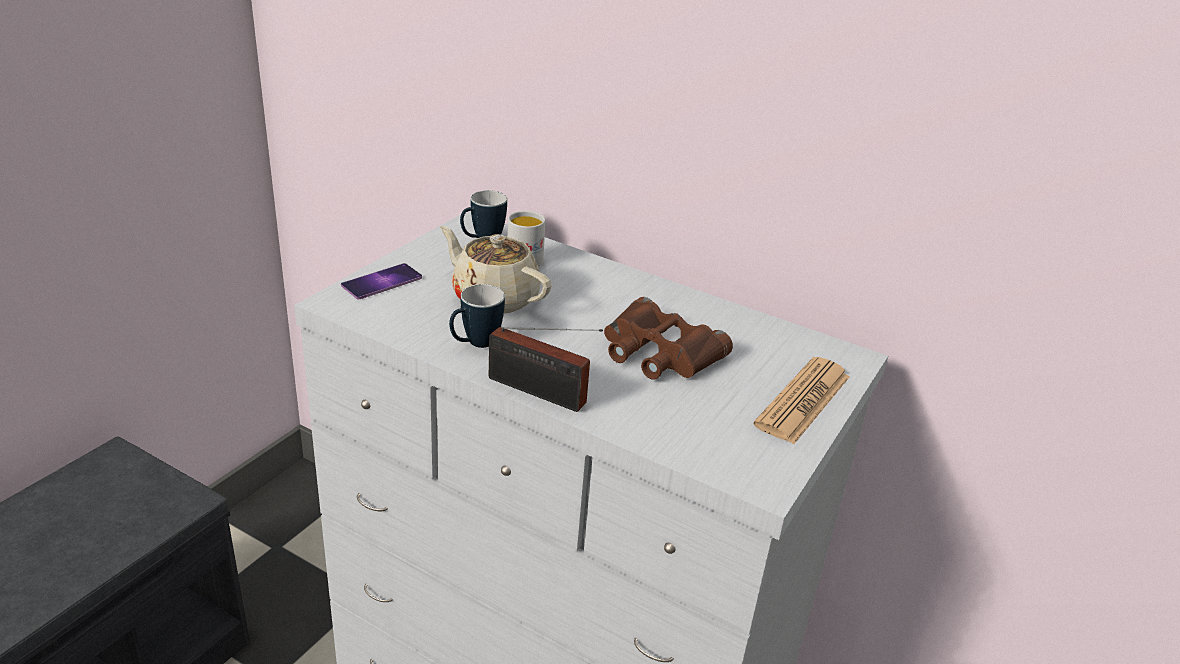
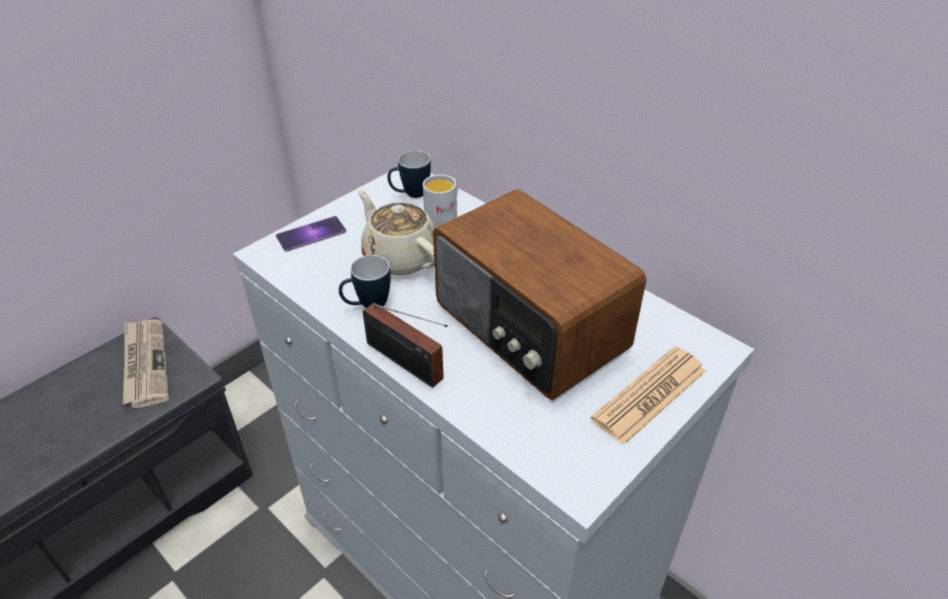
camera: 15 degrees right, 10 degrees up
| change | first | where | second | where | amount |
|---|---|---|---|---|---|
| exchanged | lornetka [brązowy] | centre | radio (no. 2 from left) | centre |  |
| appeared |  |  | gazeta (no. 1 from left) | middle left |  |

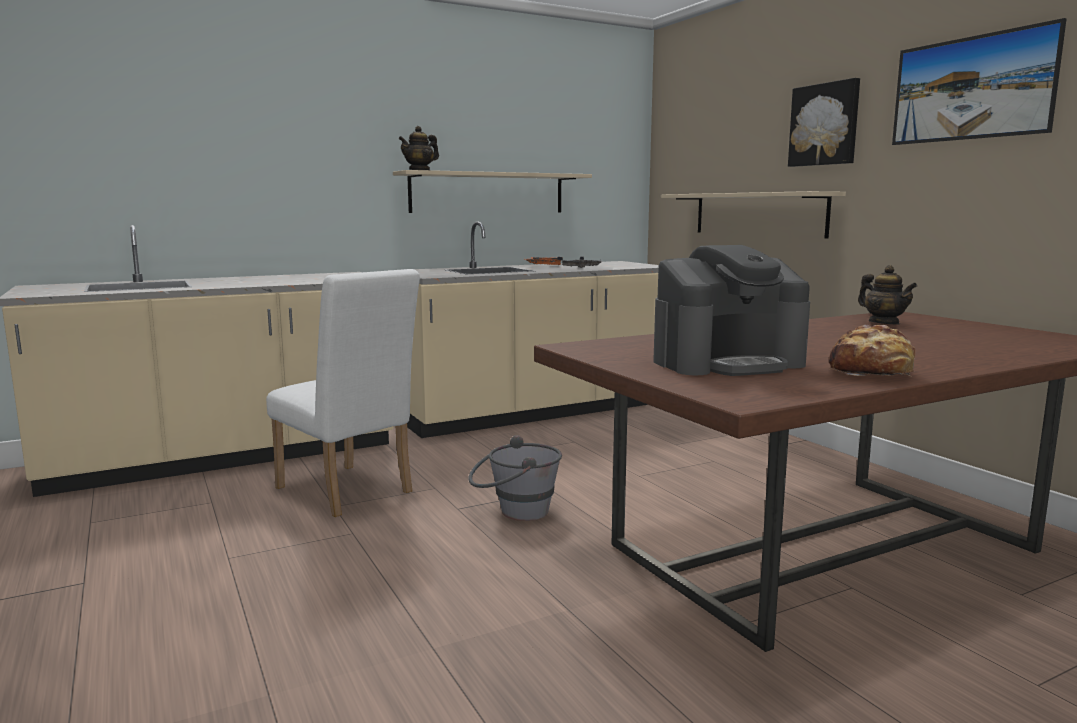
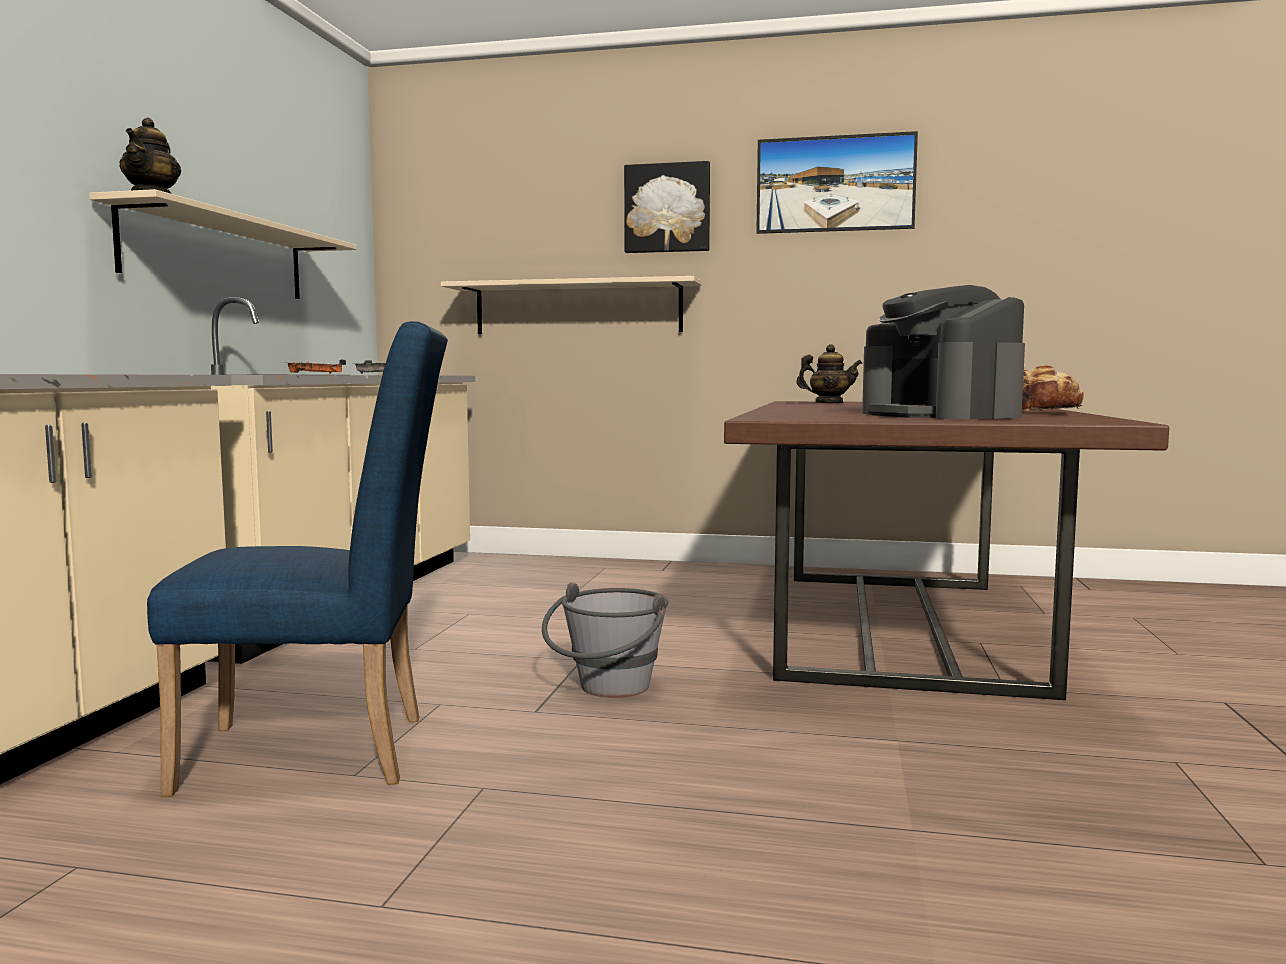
camera: 50 degrees left, 5 degrees down
| change | first | where | second | where | amount |
|---|---|---|---|---|---|
| spun | ekspres do kawy | middle right |  | middle right | 135 degrees clockwise |
| colour | krzesło [biały] | middle left | krzesło [niebieski] | middle left |  |

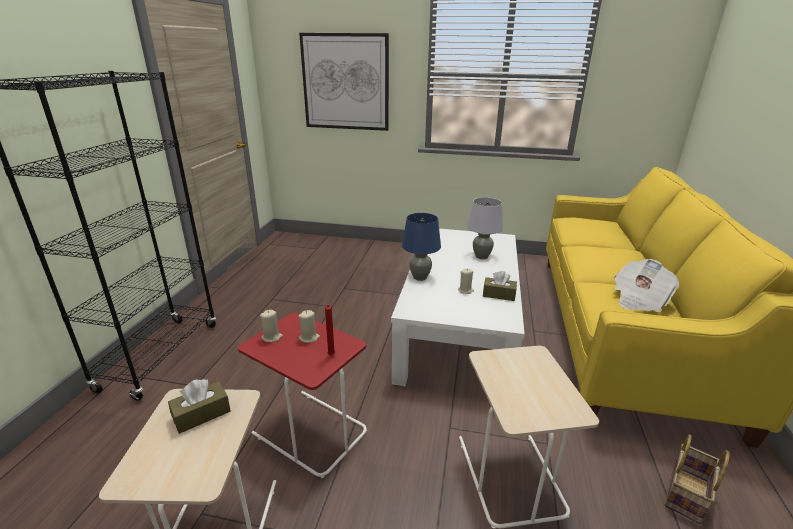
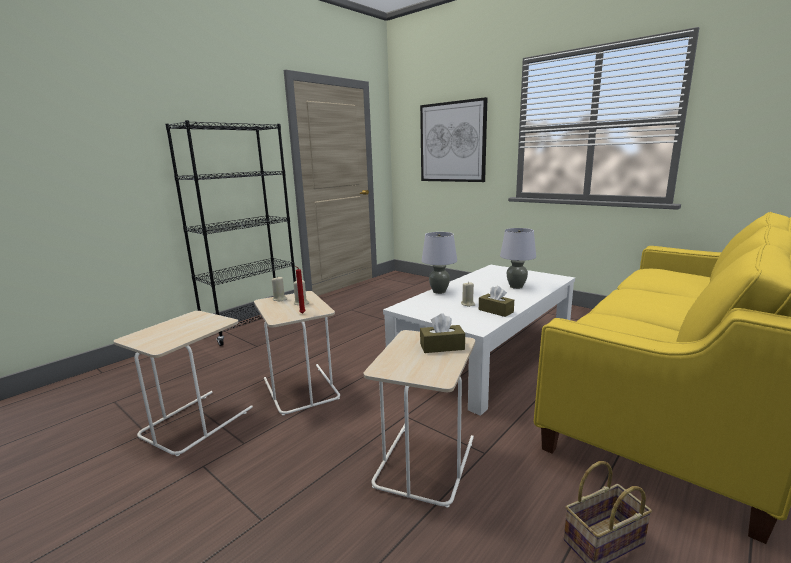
camera: 30 degrees right, 10 degrees down
| change | first | where | second | where | amount |
|---|---|---|---|---|---|
| colour | lampa stołowa [niebieski] | centre | lampa stołowa [szary] (no. 1 from left) | centre |  |
| missing | gazeta | middle right |  |  |  |
| colour | stolik [czerwony] | bottom centre | stolik [beżowy] (no. 2 from left) | centre |  |
| relocated | pudełko chusteczek [brązowy] (no. 1 from left) | bottom left |  | centre |  |

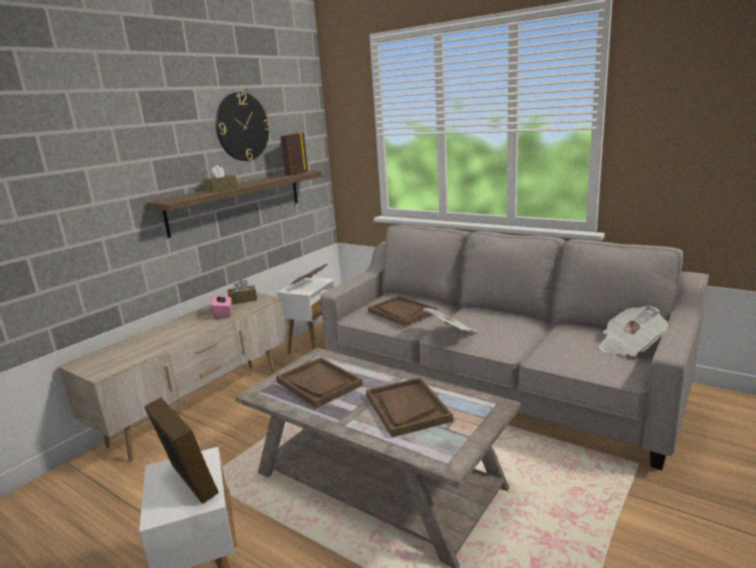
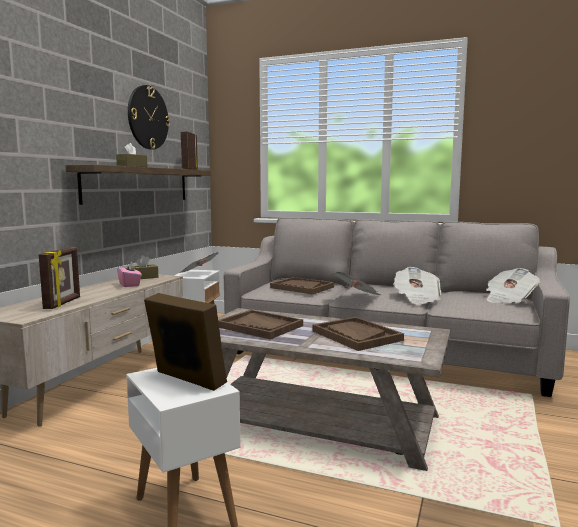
camera: 15 degrees left, 10 degrees down
| change | first | where | second | where | amount |
|---|---|---|---|---|---|
| appeared |  |  | ramka na zdjęcie (no. 1 from left) | middle left |  |
| appeared |  |  | gazeta (no. 3 from left) | middle right |  |

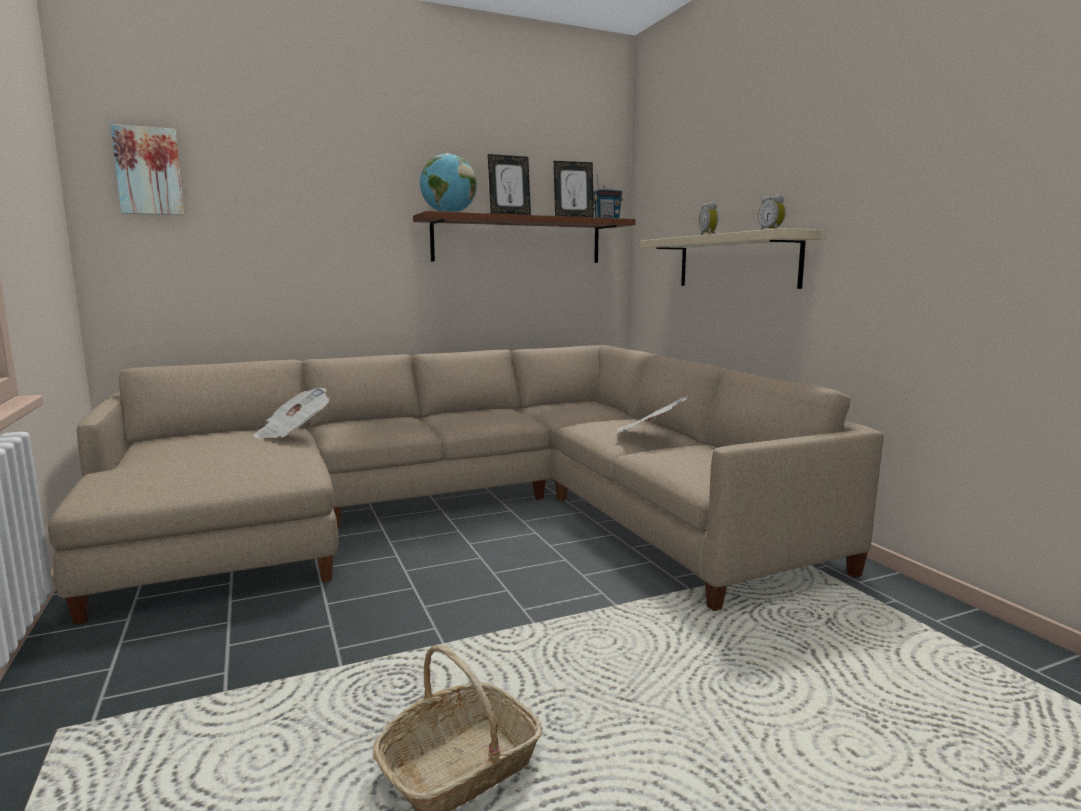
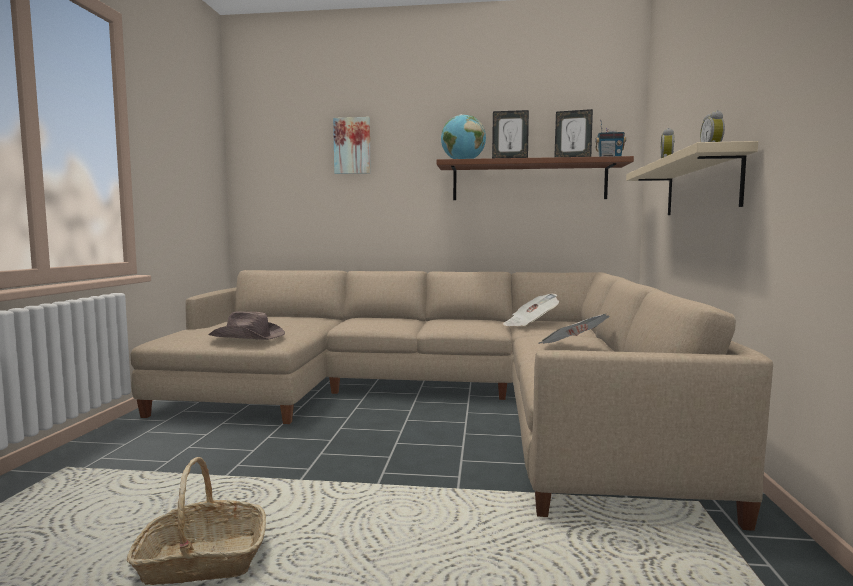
camera: 30 degrees right, 5 degrees down
| change | first | where | second | where | amount |
|---|---|---|---|---|---|
| relocated | obraz | top left |  | top centre |  |
| relocated | gazeta (no. 1 from left) | middle left |  | centre |  |
| appeared |  |  | kapelusz [brązowy] | middle left |  |

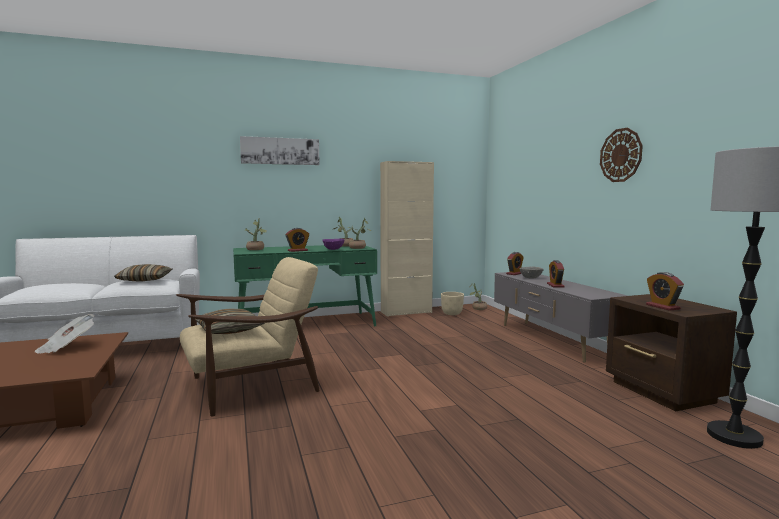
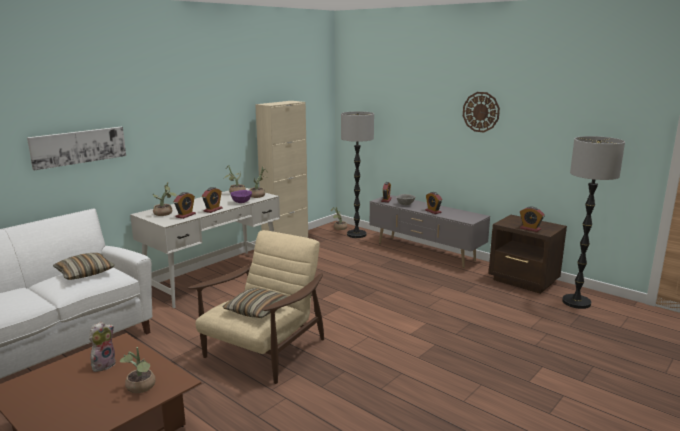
camera: 30 degrees left, 10 degrees up
| change | first | where | second | where | amount |
|---|---|---|---|---|---|
| relocated | obraz | top centre |  | middle left |  |
| colour | biurko [zielony] | centre | biurko [biały] | middle left |  |
| missing | donica [beżowy] | centre |  |  |  |
| exchanged | gazeta | middle left | pluszak | bottom left |  |
| appeared |  |  | lampa stojąca (no. 1 from left) | centre |  |
| appeared |  |  | budzik (no. 1 from left) | middle left |  |
| appeared |  |  | roślina doniczkowa (no. 1 from left) | bottom left |  |

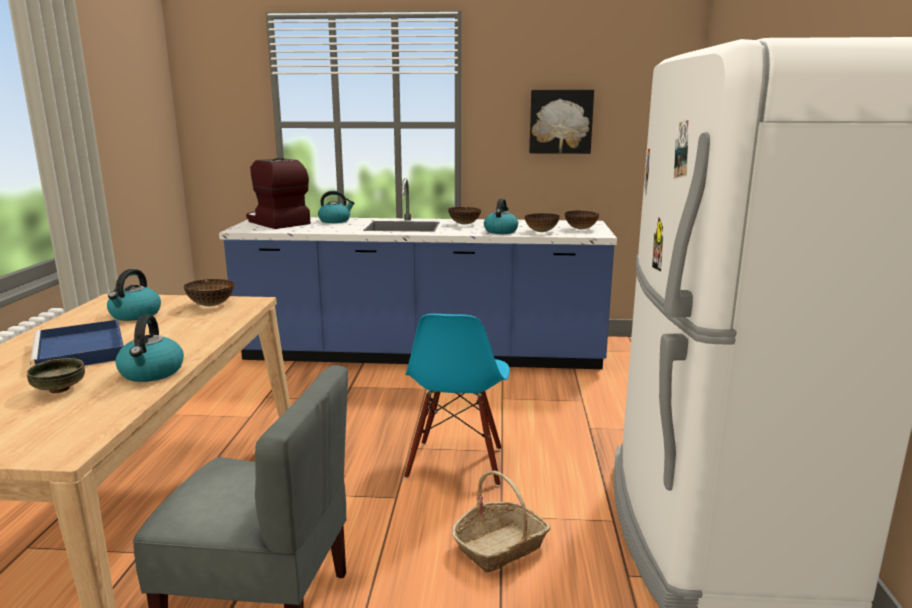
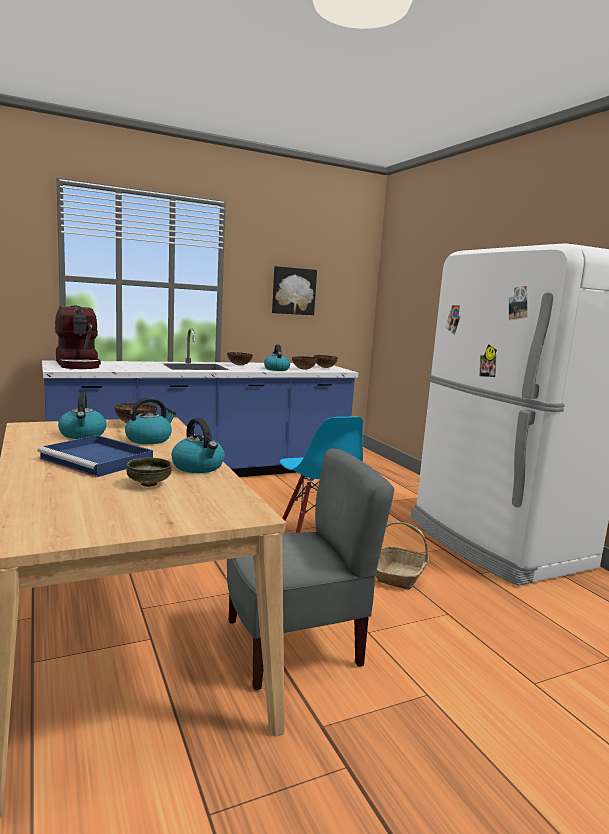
camera: 30 degrees left, 5 degrees down
| change | first | where | second | where | amount |
|---|---|---|---|---|---|
| spun | ekspres do kawy | top left |  | middle left | 135 degrees counterclockwise |
| relocated | czajnik (no. 3 from left in the first image) | centre | czajnik (no. 2 from left) | middle left |  |

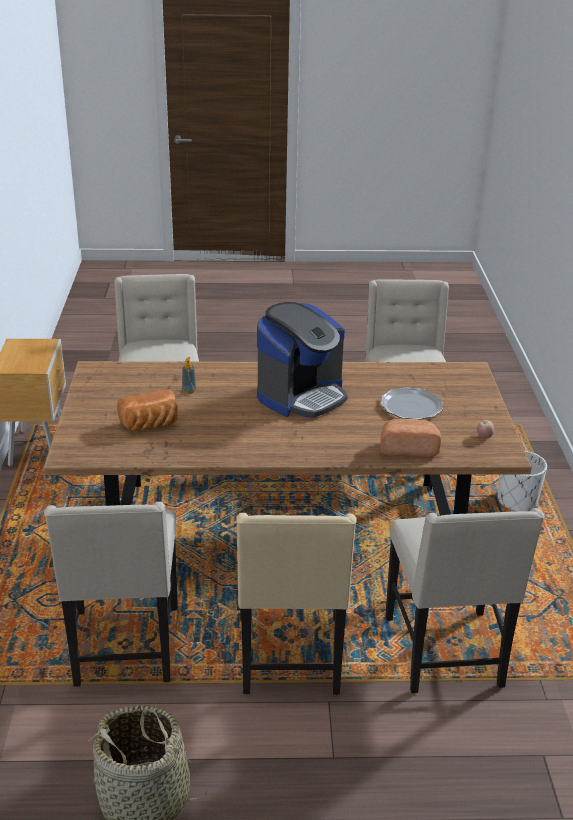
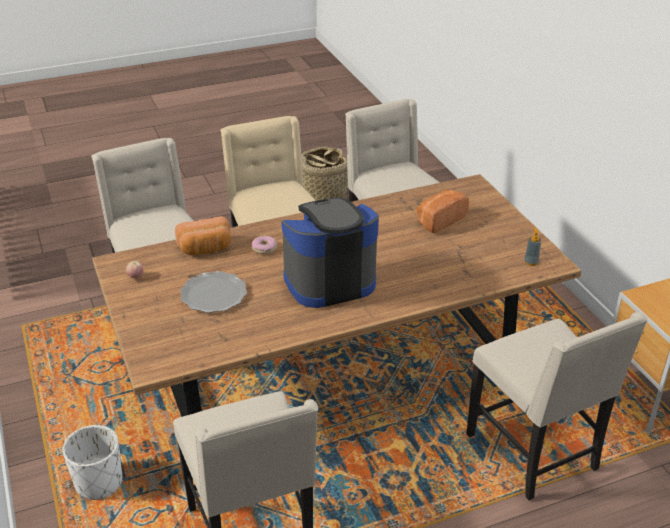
camera: 160 degrees right, 5 degrees up
| change | first | where | second | where | amount |
|---|---|---|---|---|---|
| spun | ekspres do kawy | centre |  | centre | 45 degrees clockwise |
| relocated | dozownik mydła | middle left |  | middle right |  |
| appeared |  |  | donut | centre |  |

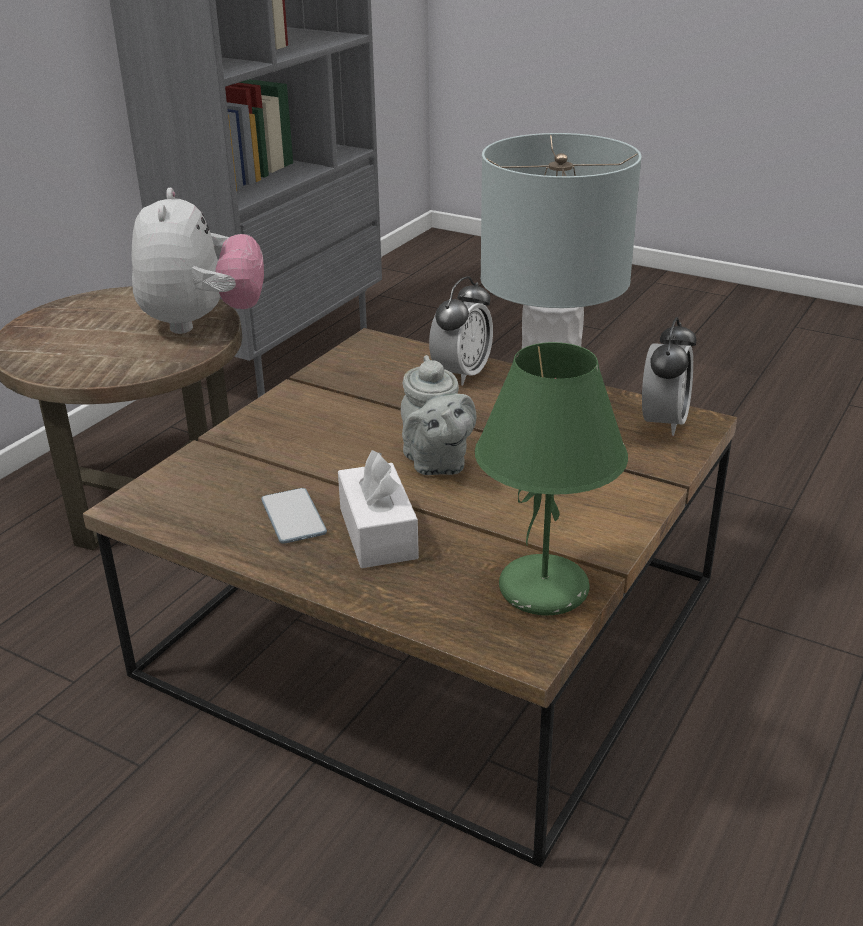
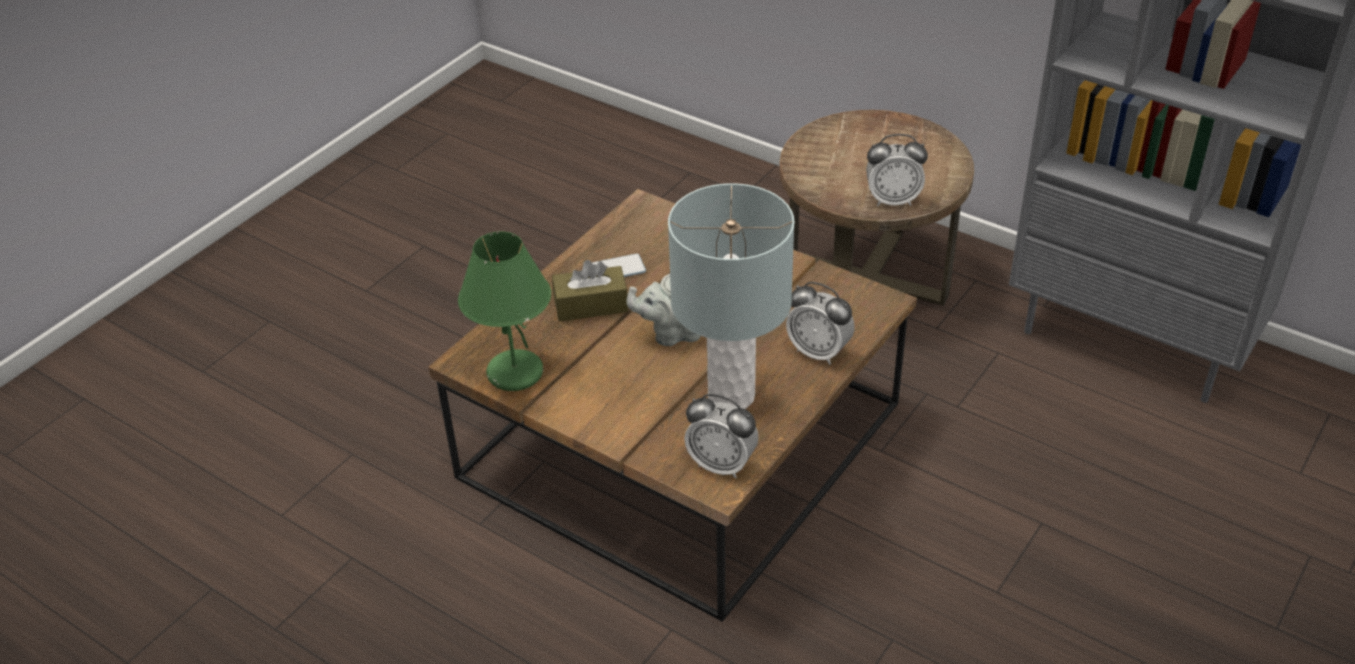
camera: 95 degrees right, 10 degrees up
| change | first | where | second | where | amount |
|---|---|---|---|---|---|
| exchanged | pluszak | top left | budzik (no. 3 from left) | top centre |  |
| colour | pudełko chusteczek [biały] | centre | pudełko chusteczek [brązowy] | centre |  |

